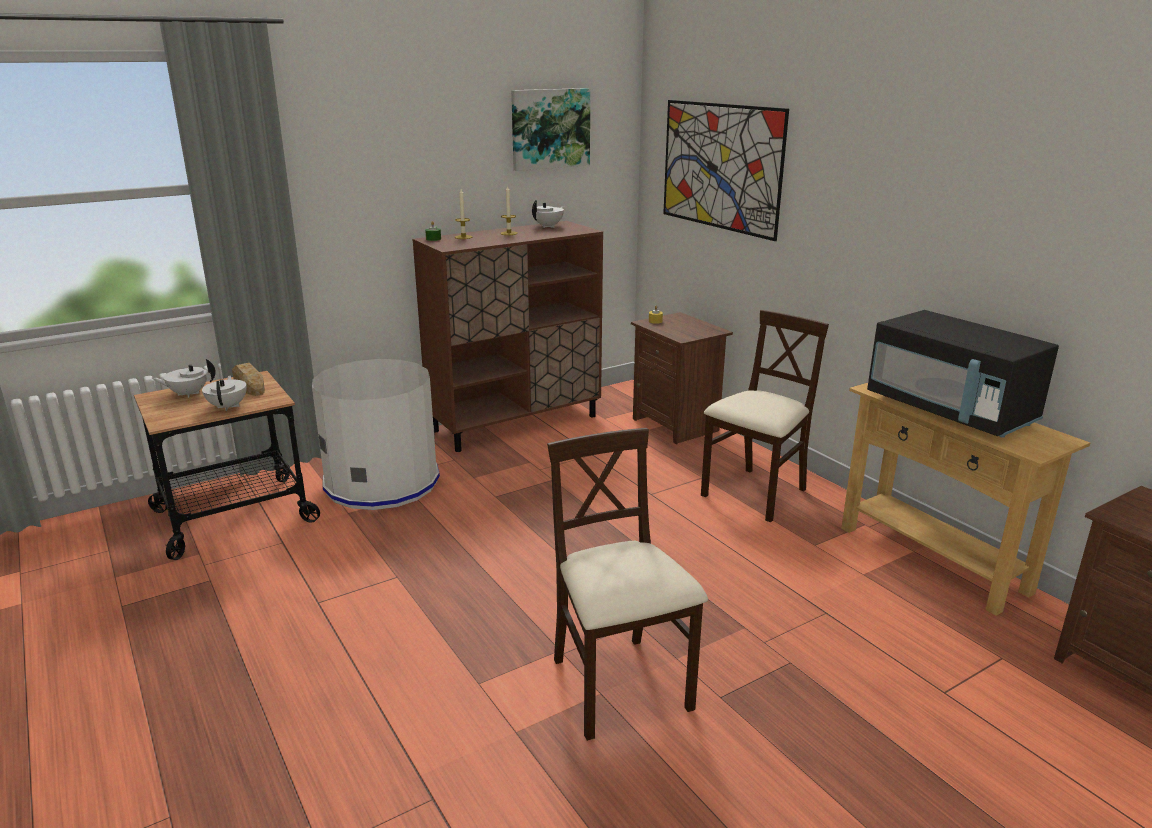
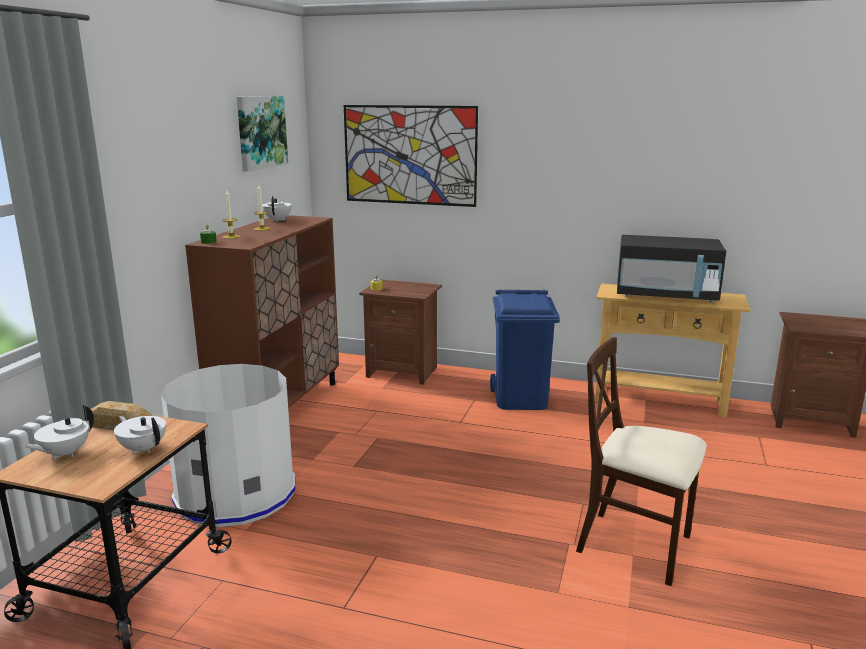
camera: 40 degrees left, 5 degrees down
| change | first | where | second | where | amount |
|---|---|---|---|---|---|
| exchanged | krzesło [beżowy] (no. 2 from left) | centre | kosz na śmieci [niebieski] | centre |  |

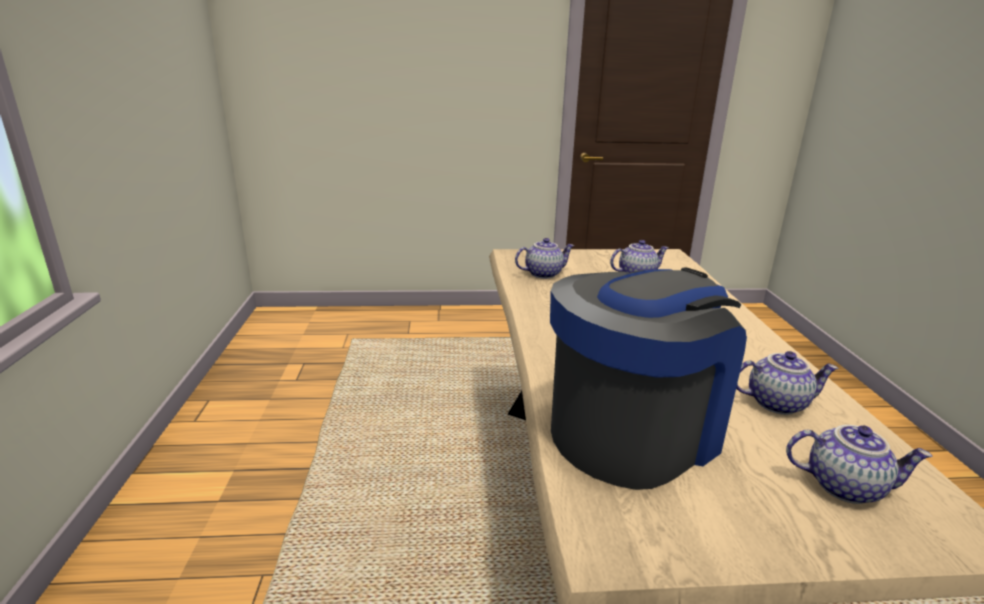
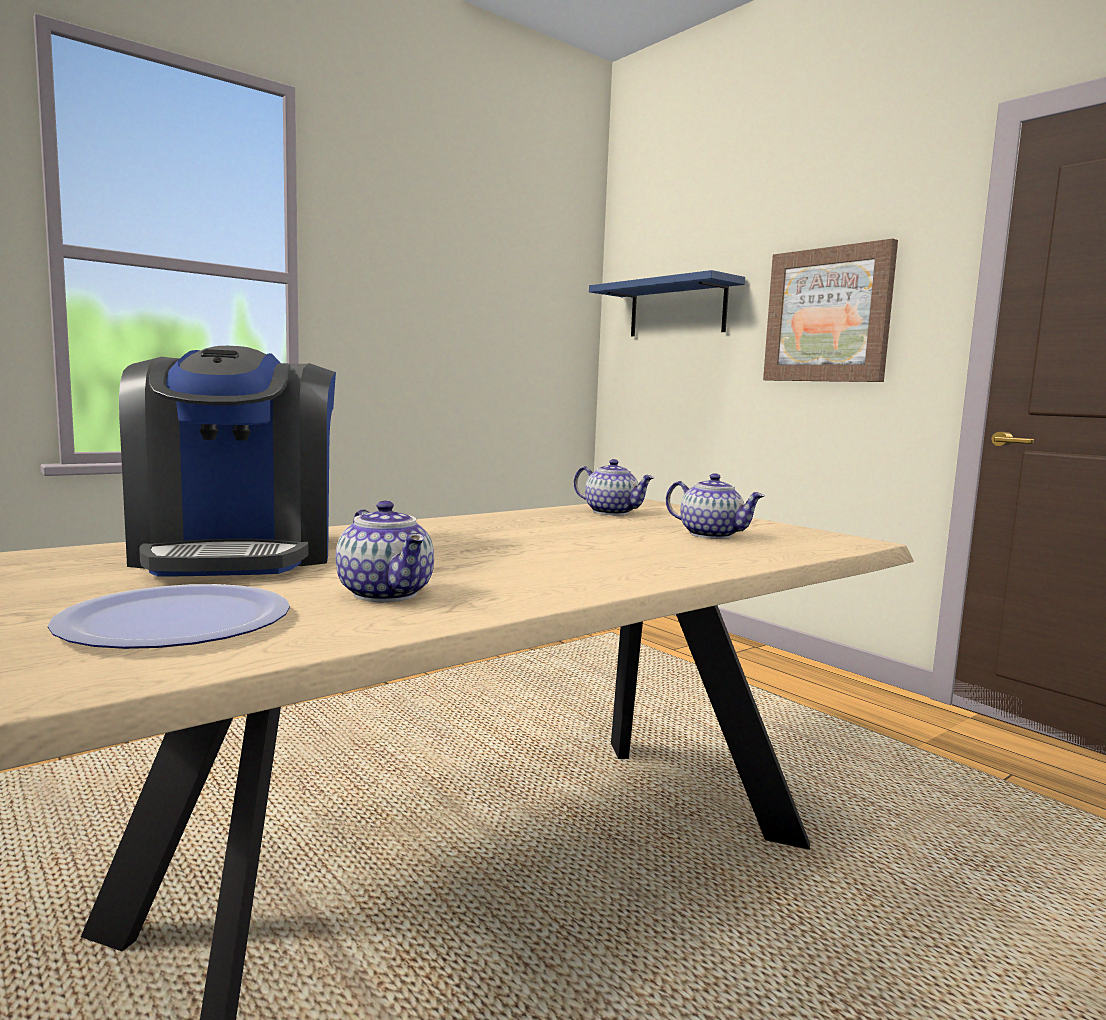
camera: 55 degrees right, 15 degrees down
| change | first | where | second | where | amount |
|---|---|---|---|---|---|
| spun | ekspres do kawy | centre |  | middle left | 60 degrees clockwise |
| exchanged | imbryk (no. 4 from left) | bottom right | talerz | middle left |  |
| appeared |  |  | obraz | top right |  |
| appeared |  |  | półka [niebieski] | top centre |  |

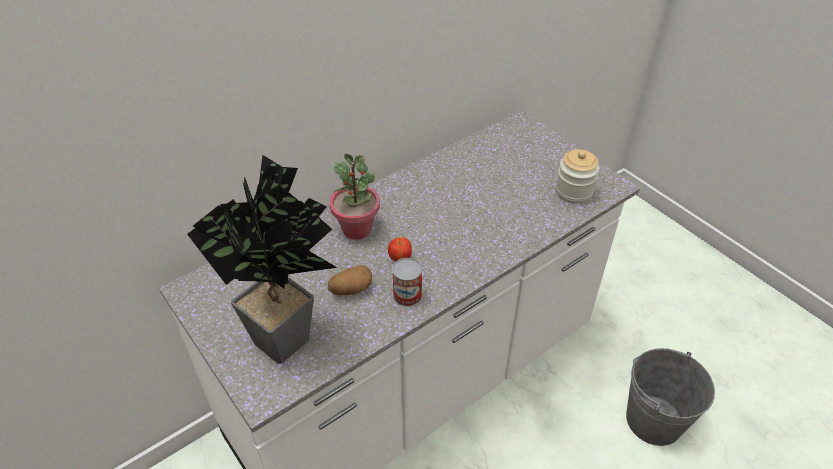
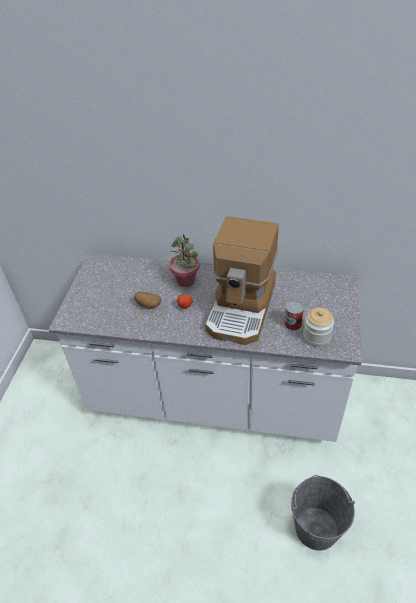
camera: 50 degrees right, 0 degrees up
| change | first | where | second | where | amount |
|---|---|---|---|---|---|
| missing | roślina doniczkowa (no. 1 from left) | middle left |  |  |  |
| relocated | puszka | centre |  | middle right |  |
| appeared |  |  | ekspres do kawy | centre |  |

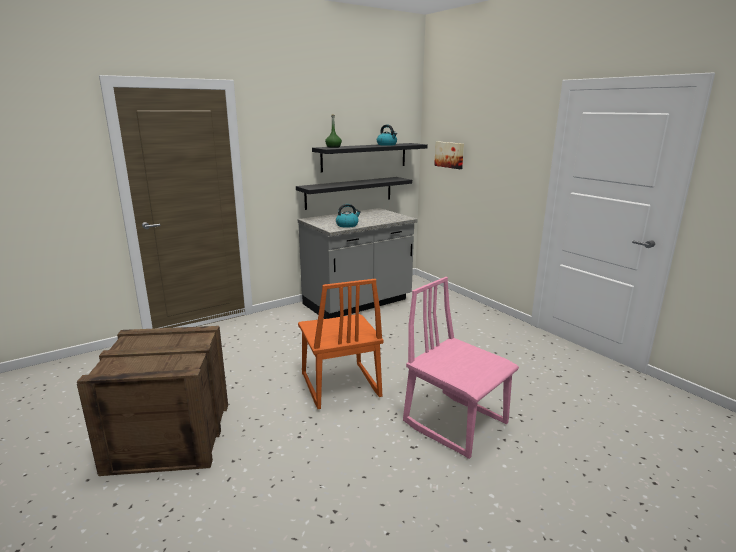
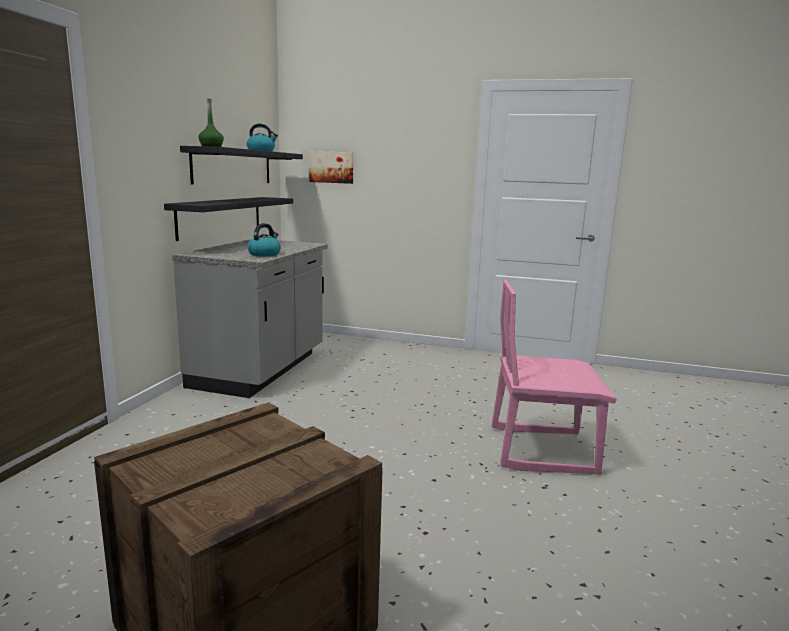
camera: 40 degrees left, 5 degrees down
| change | first | where | second | where | amount |
|---|---|---|---|---|---|
| missing | krzesło [pomarańczowy] | centre |  |  |  |

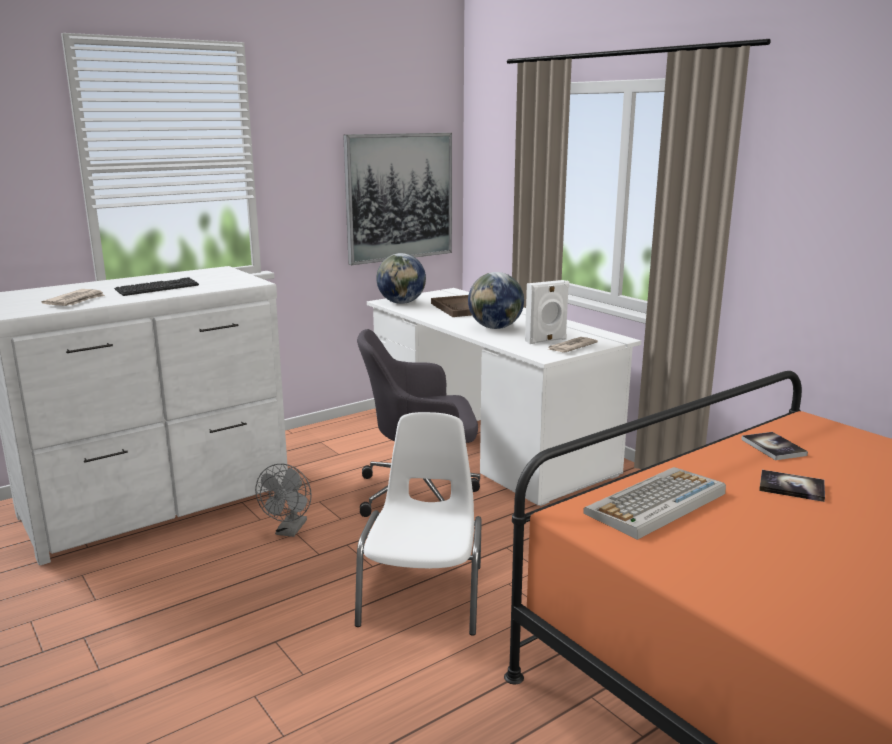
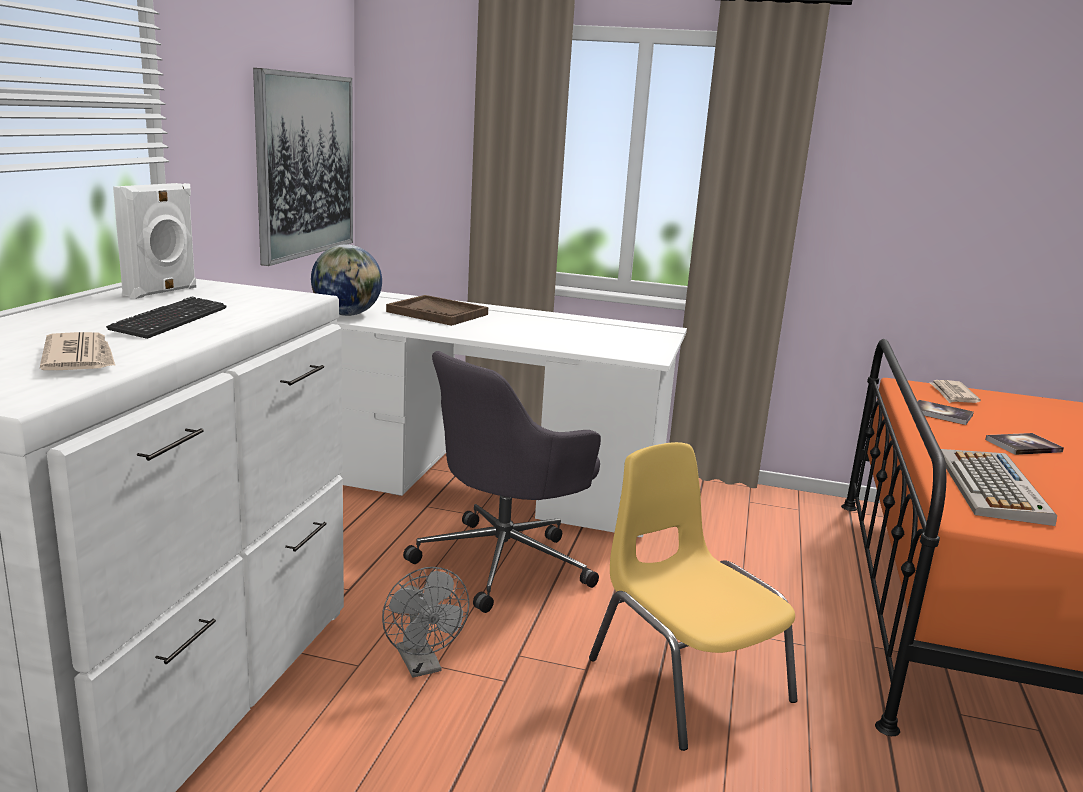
camera: 40 degrees left, 0 degrees up
| change | first | where | second | where | amount |
|---|---|---|---|---|---|
| missing | globus (no. 2 from left) | centre |  |  |  |
| relocated | głośnik [biały] | centre |  | top left |  |
| relocated | gazeta (no. 2 from left) | centre |  | middle right |  |
| colour | krzesło [biały] | bottom centre | krzesło [żółty] | bottom centre |  |

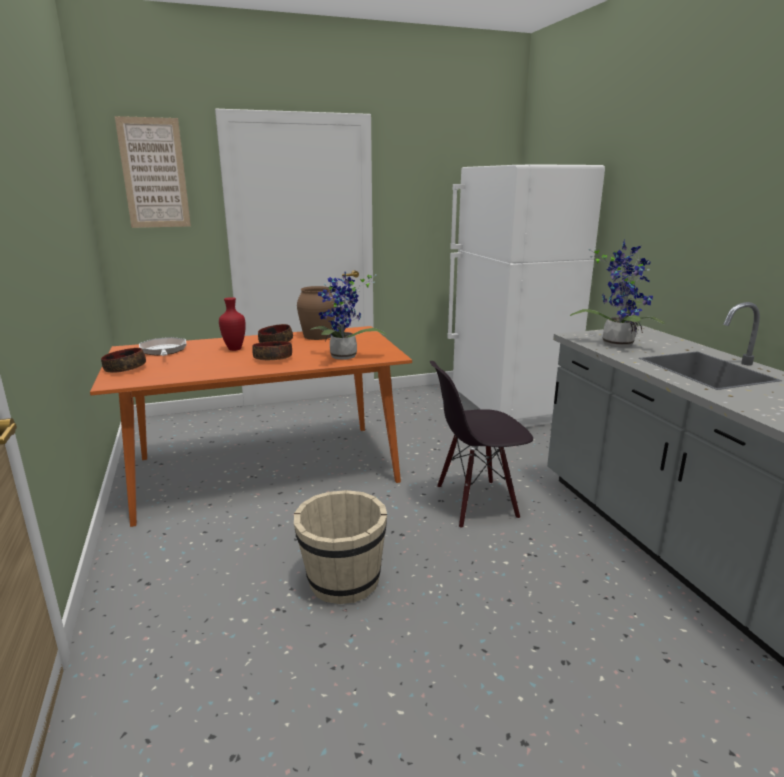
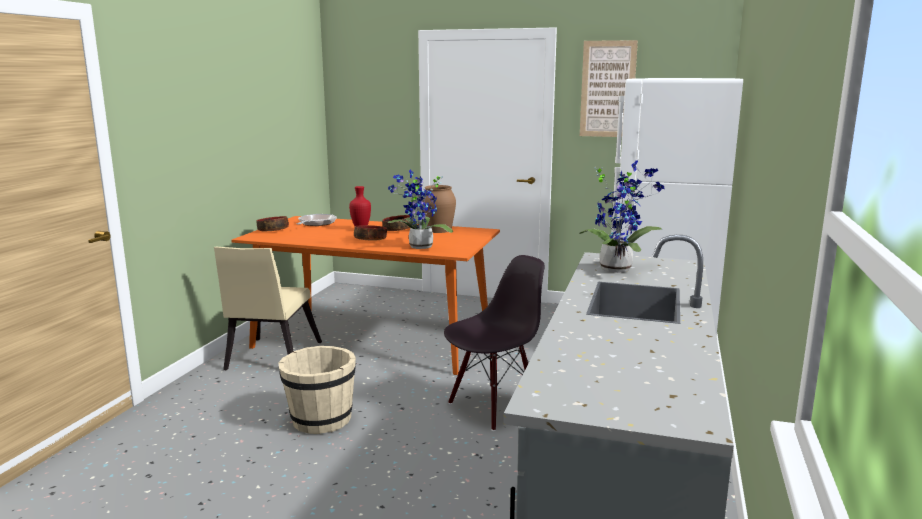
camera: 35 degrees right, 5 degrees down
| change | first | where | second | where | amount |
|---|---|---|---|---|---|
| relocated | obraz | top left |  | top centre |  |
| spun | krzesło [czarny] | centre |  | centre | 120 degrees clockwise |
| appeared |  |  | krzesło [beżowy] | middle left |  |

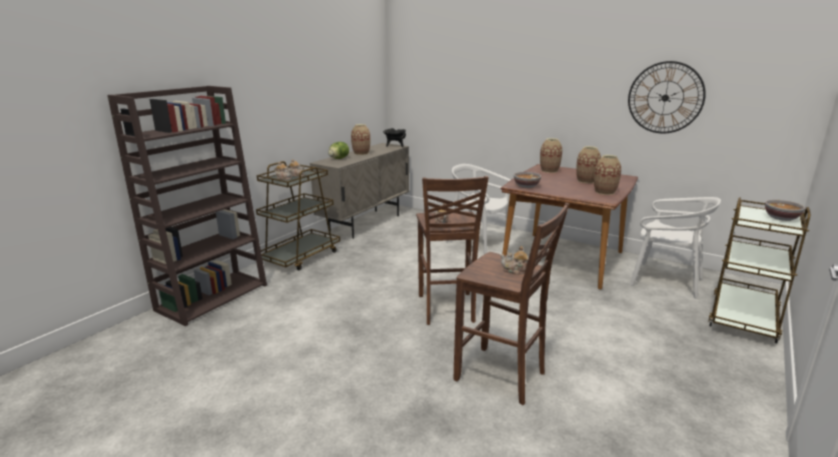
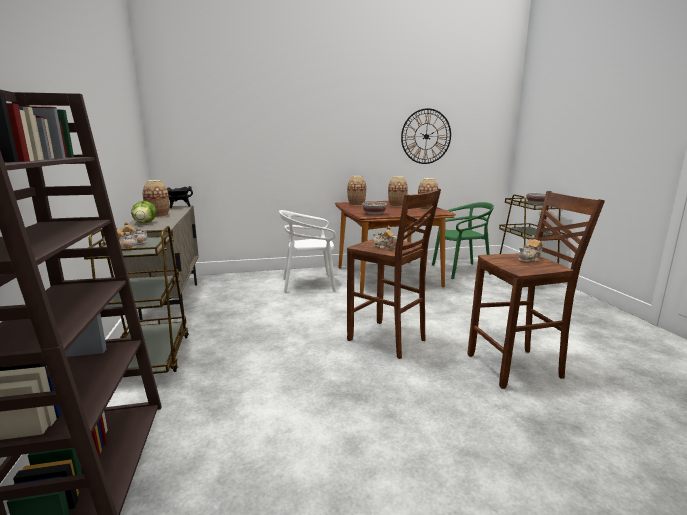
camera: 45 degrees left, 5 degrees down
| change | first | where | second | where | amount |
|---|---|---|---|---|---|
| colour | krzesło [biały] (no. 2 from left) | middle right | krzesło [zielony] | middle right |  |

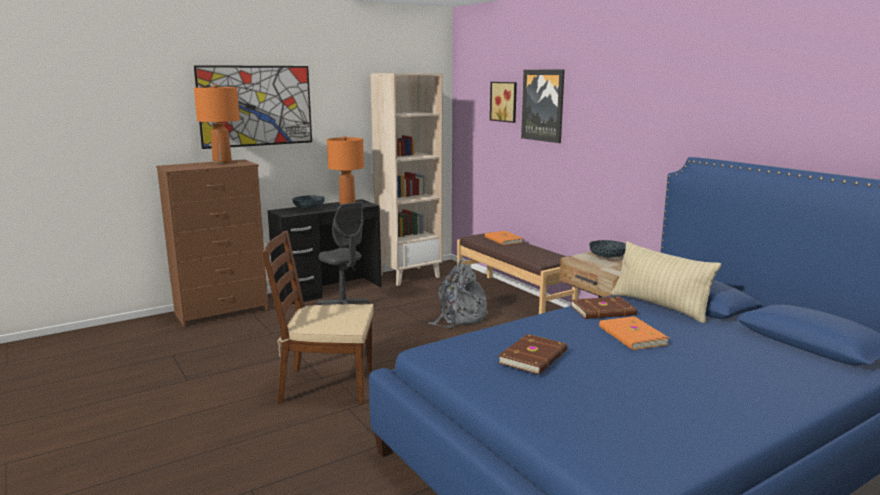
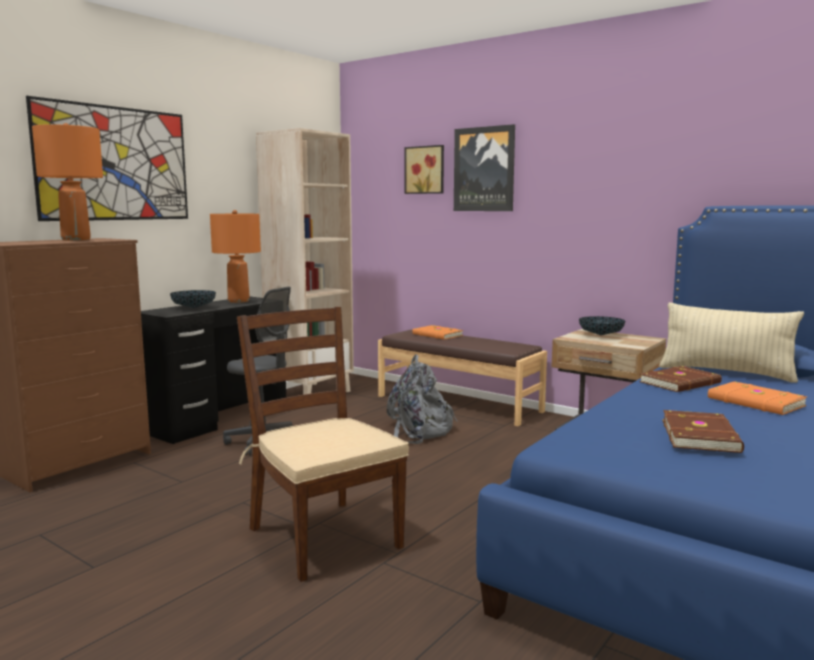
camera: 20 degrees left, 5 degrees down
| change | first | where | second | where | amount |
|---|---|---|---|---|---|
| spun | krzesło [brązowy] | centre |  | bottom centre | 75 degrees clockwise |

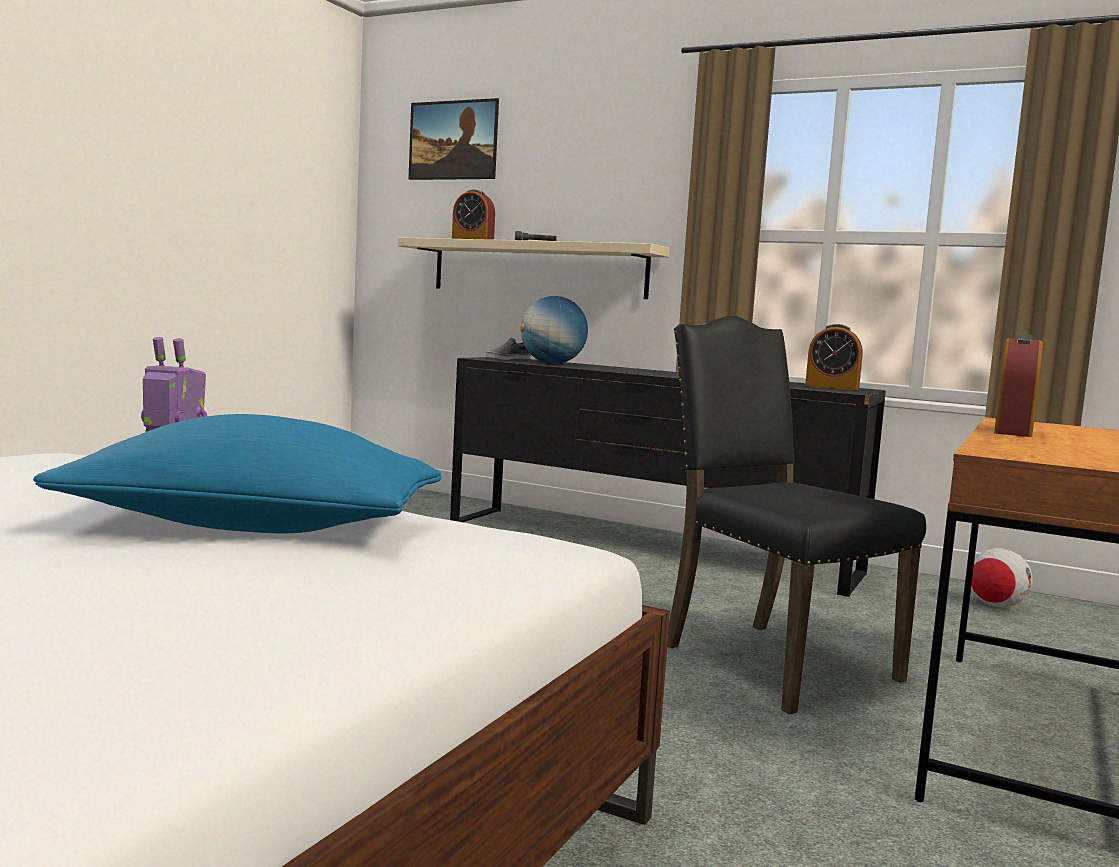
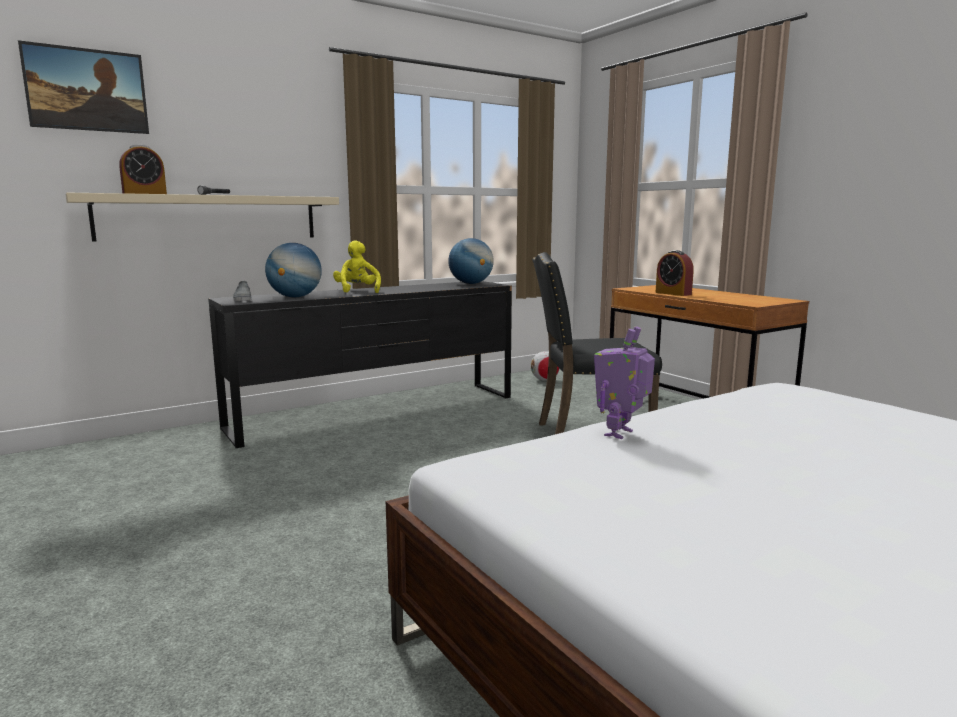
camera: 60 degrees left, 5 degrees up
| change | first | where | second | where | amount |
|---|---|---|---|---|---|
| exchanged | budzik (no. 2 from left) | middle right | globus (no. 2 from left) | centre |  |
| missing | poduszka [niebieski] | middle left |  |  |  |
| appeared |  |  | pluszak [żółty] | centre |  |

